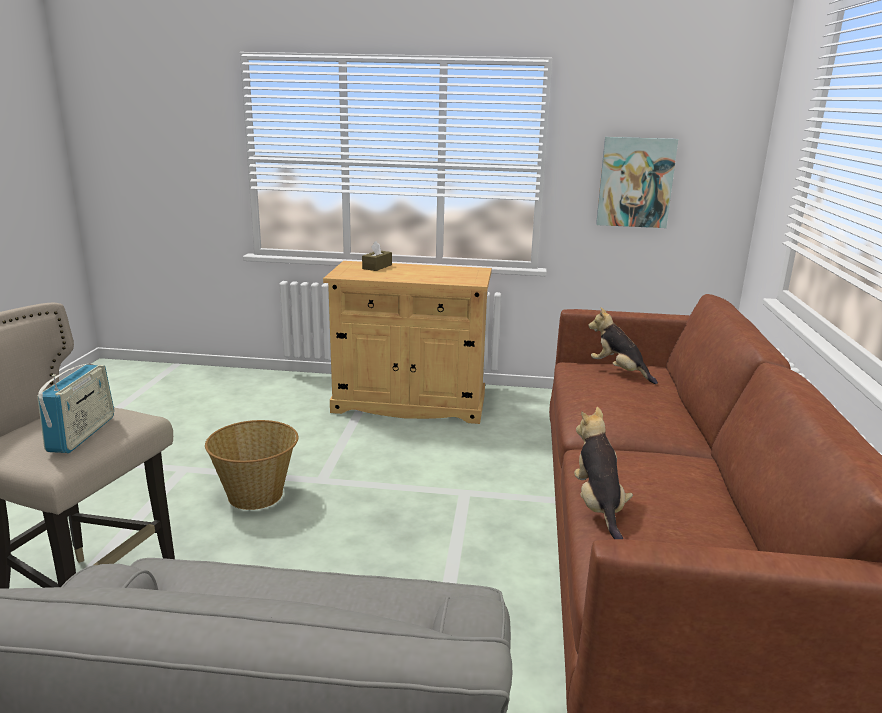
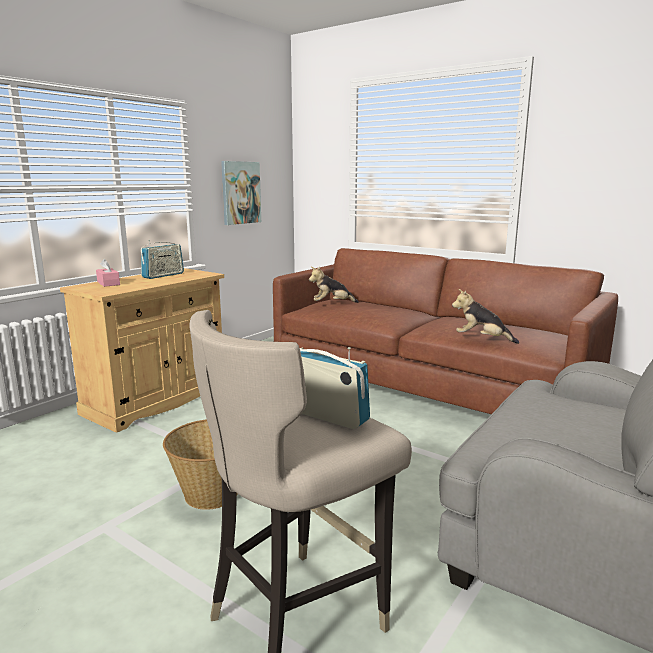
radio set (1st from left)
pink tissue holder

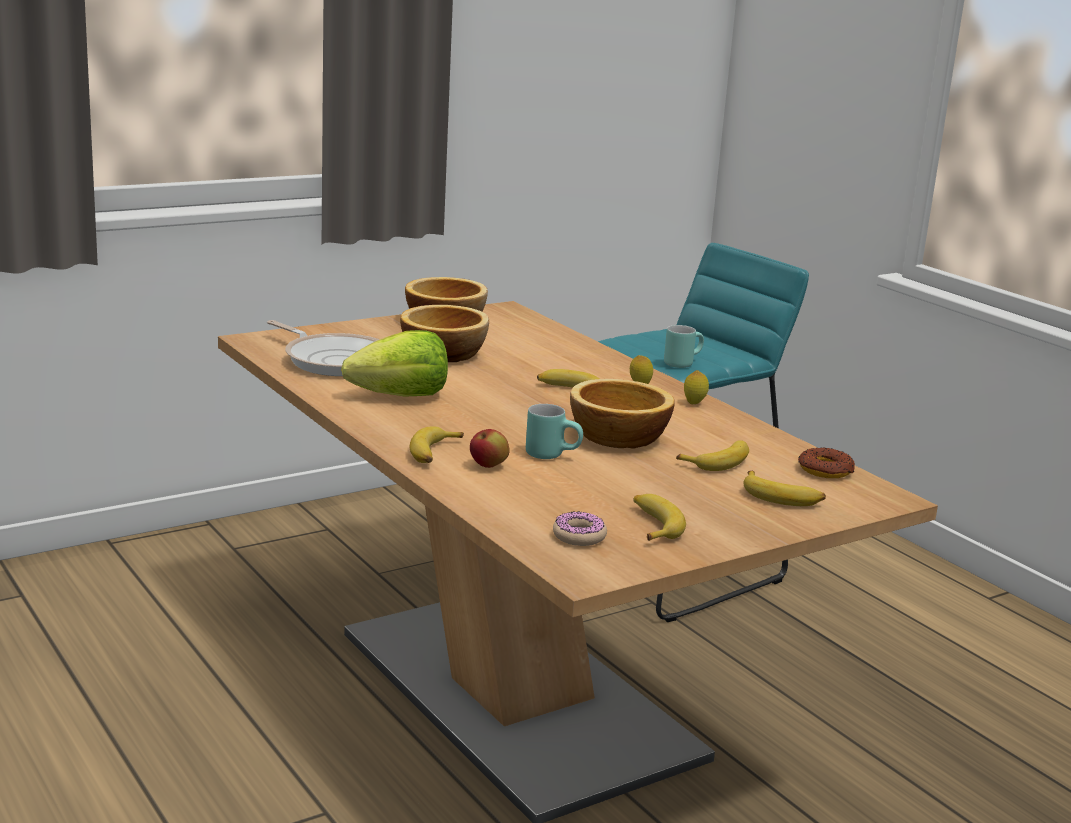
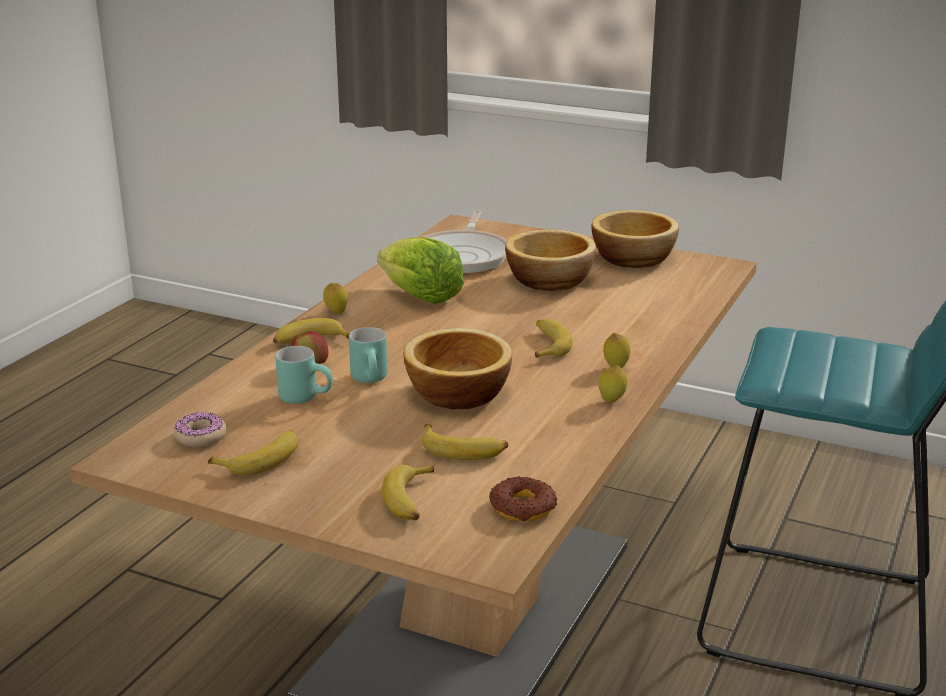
lemon (1st from left)
blue-green mug (1st from left)

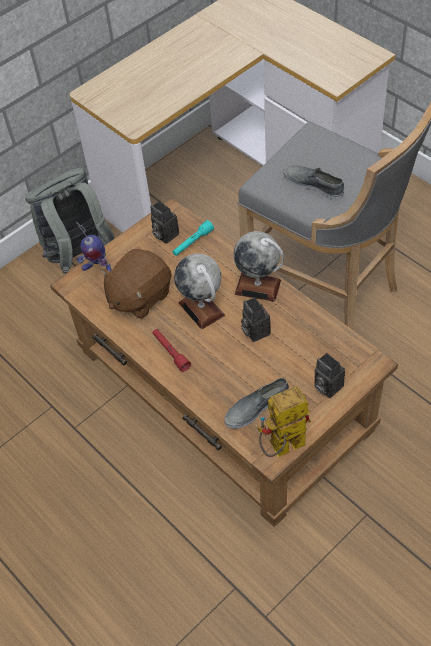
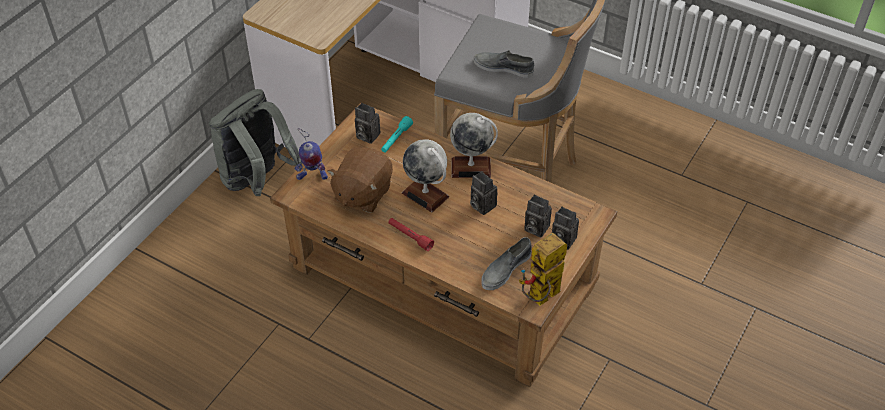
still camera (3rd from left)

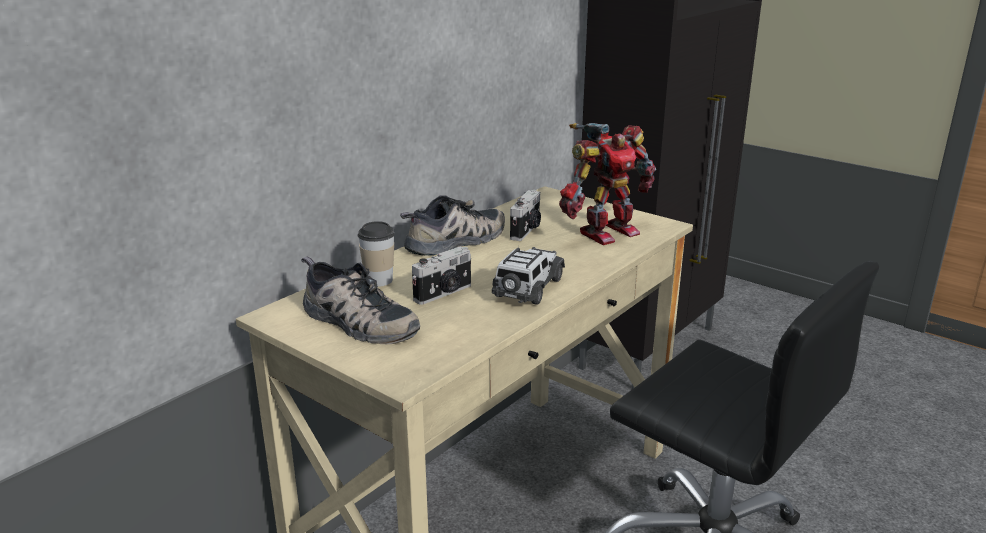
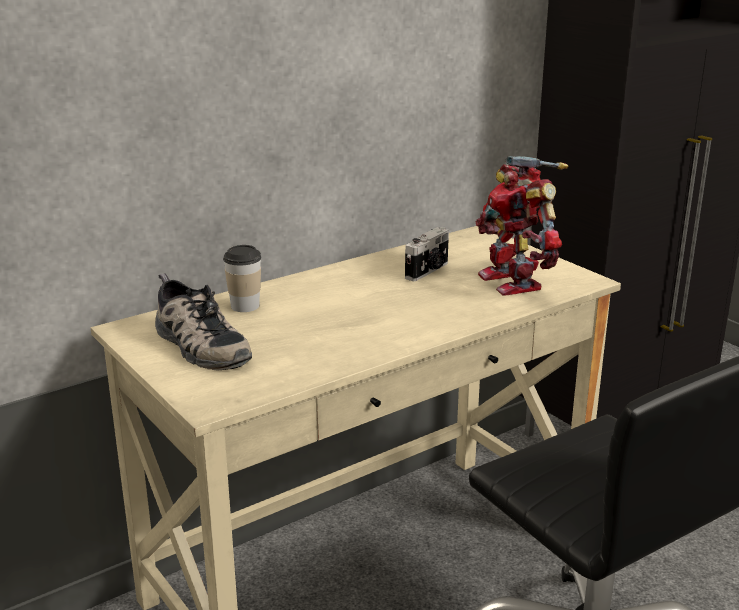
low shoe (2nd from left in the first image)
still camera (1st from left in the first image)
miniature car
model robot

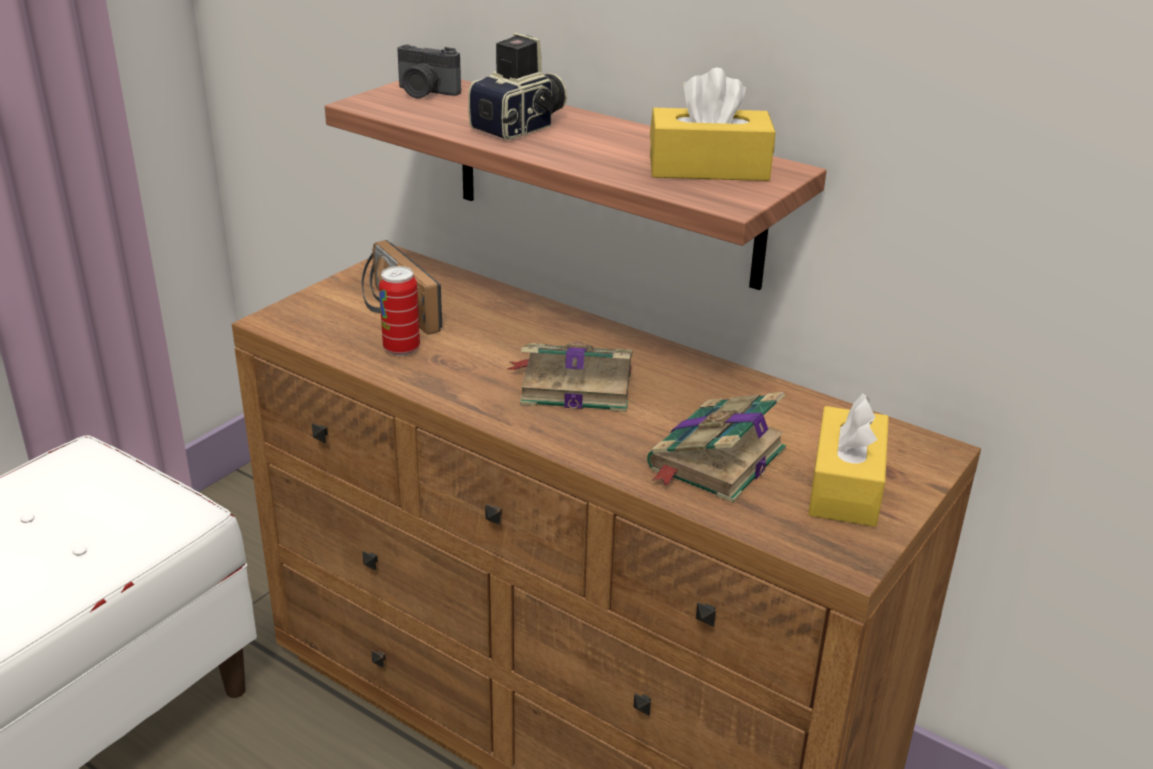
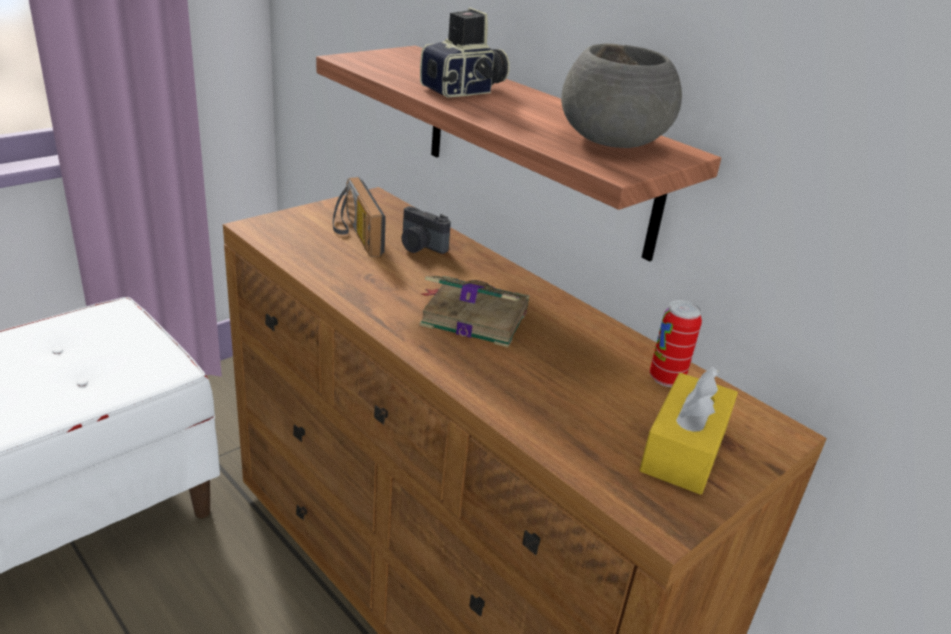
volume (2nd from left in the first image)
can
still camera (1st from left)
greyish bowl

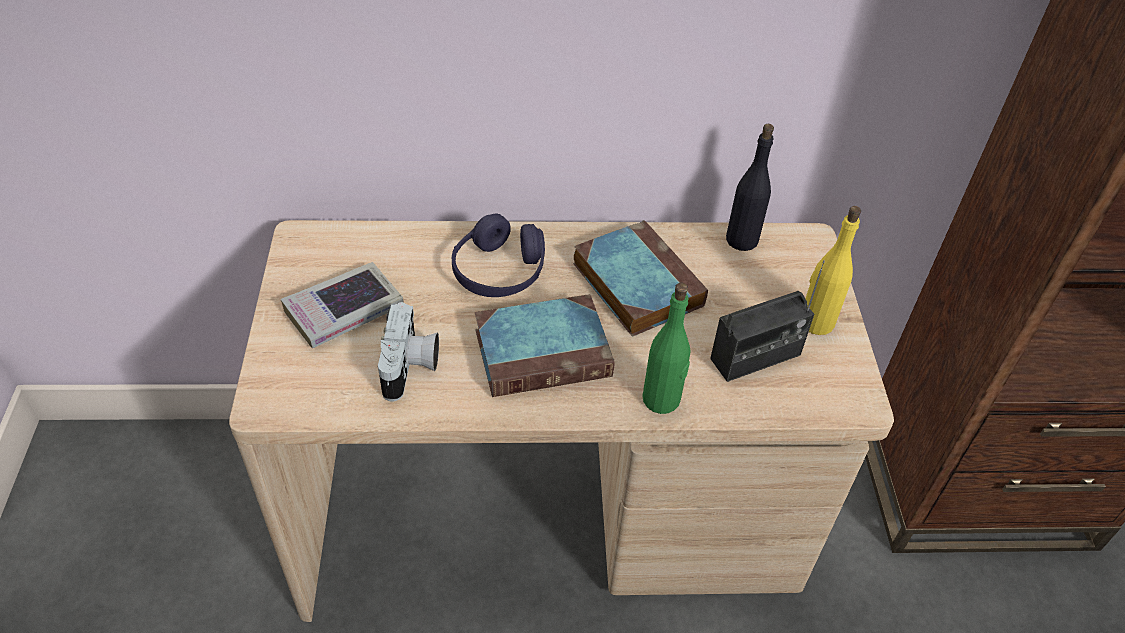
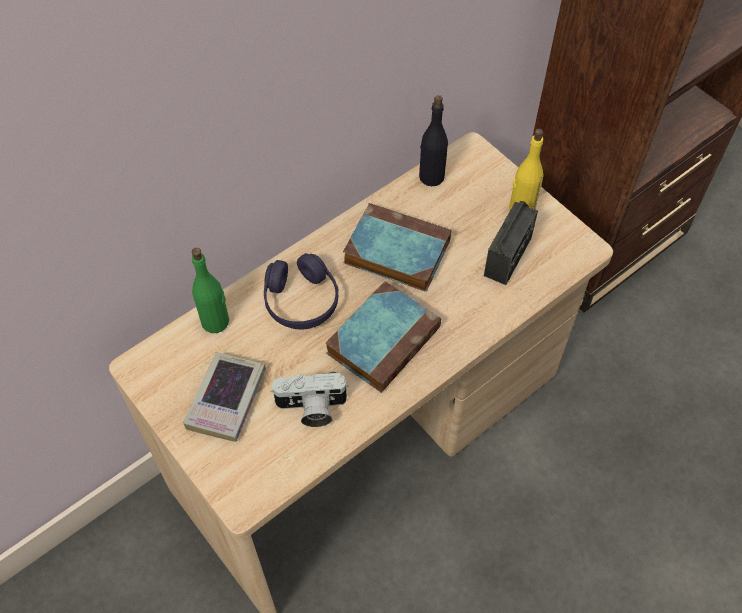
green beverage bottle
still camera

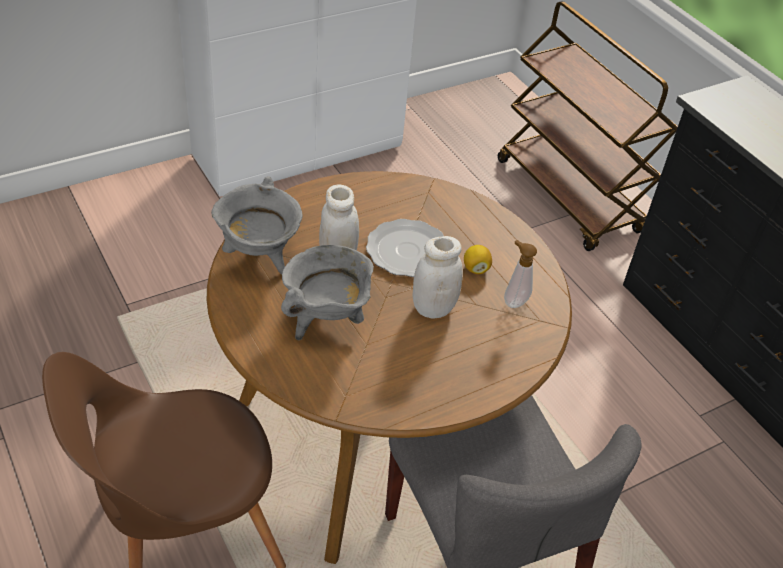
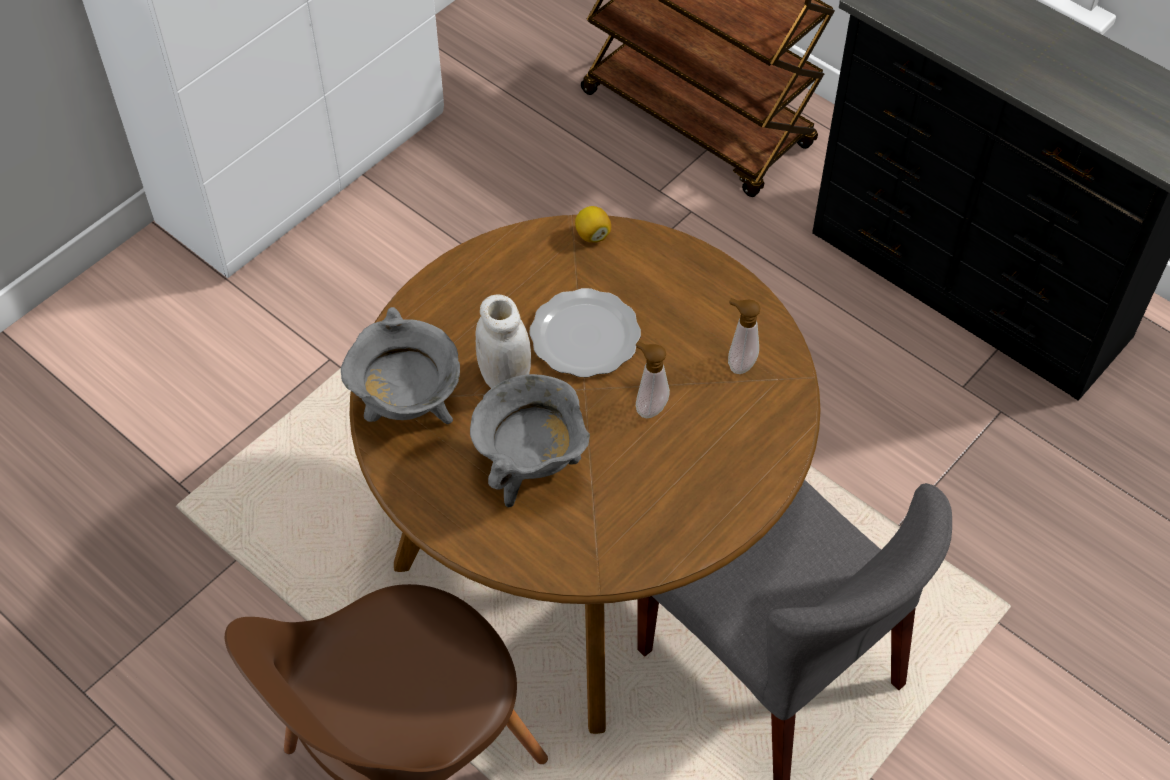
lemon
soap bottle (1st from left)

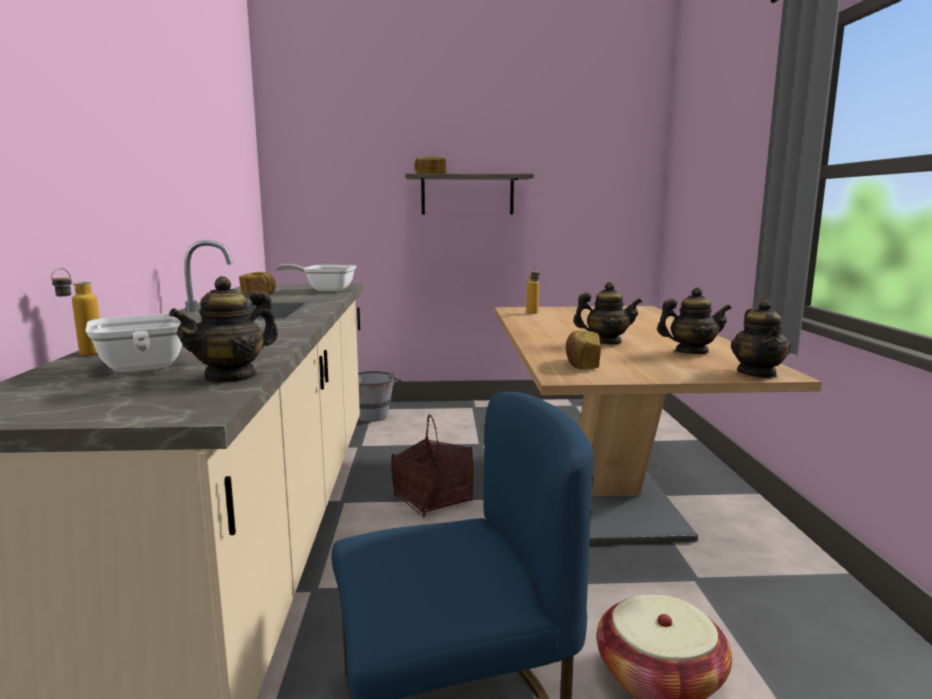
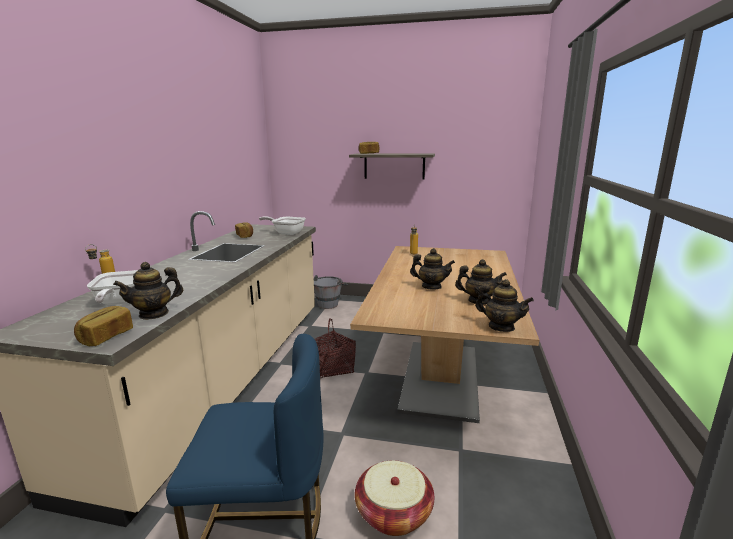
bread (1st from left)
teapot (4th from left)

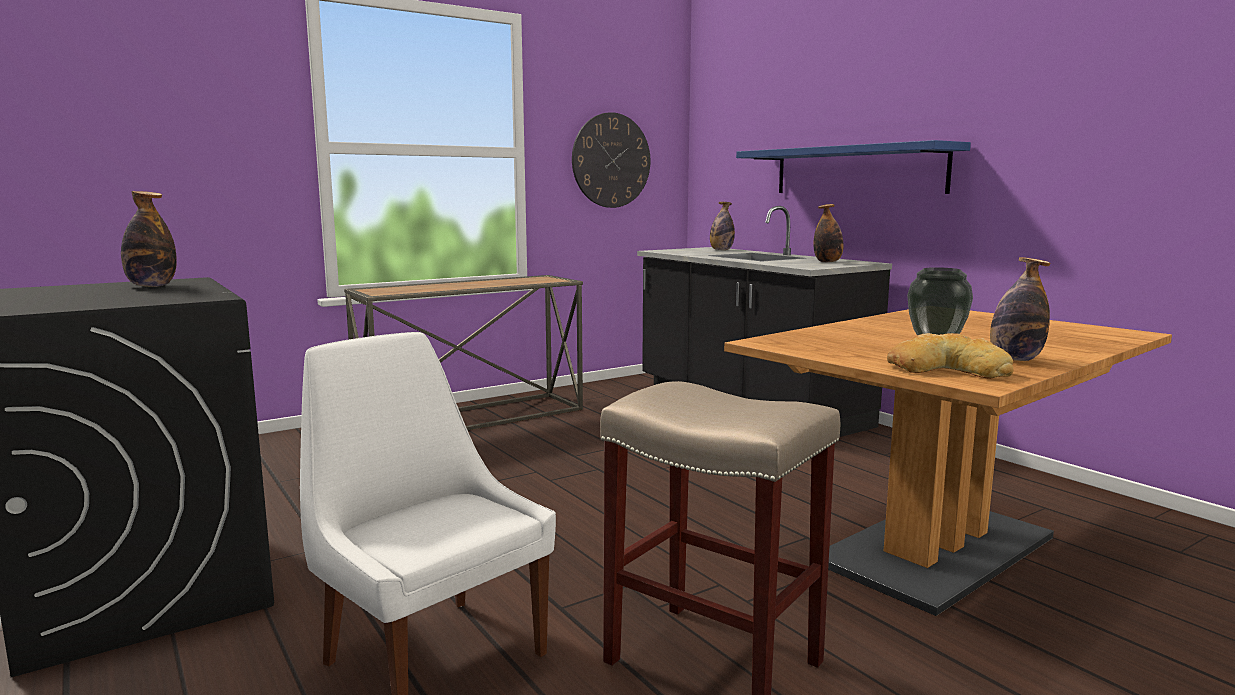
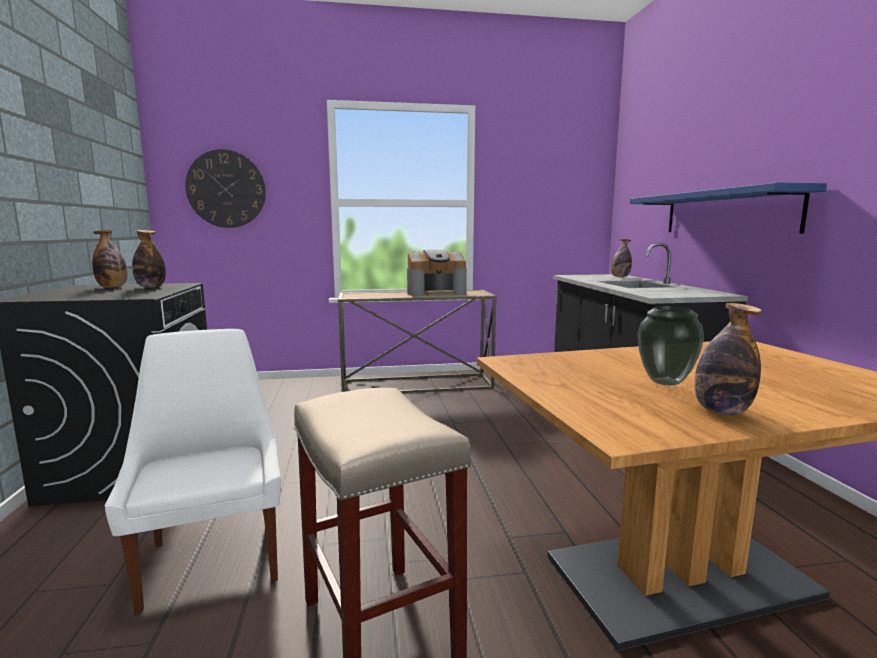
bread
coffee brewer
wall clock
beverage bottle (1st from left)

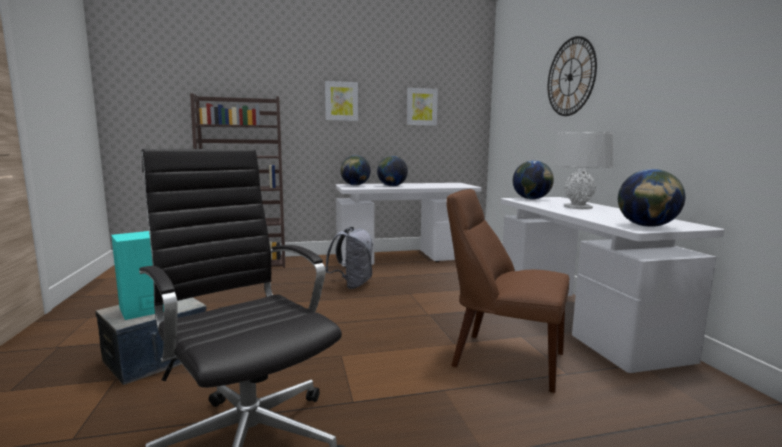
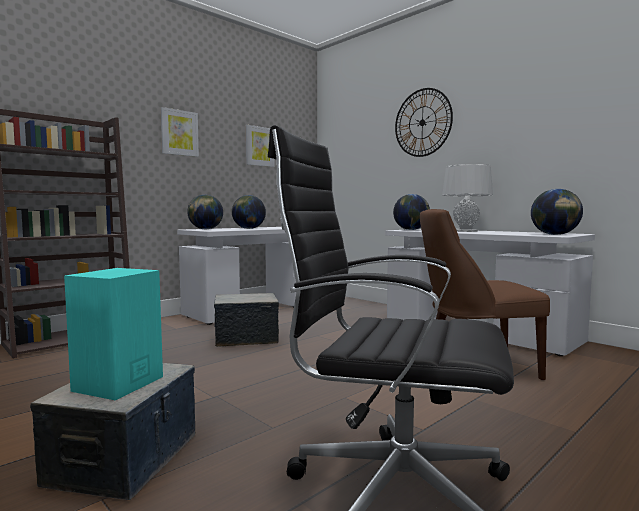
storage container (2nd from left)

